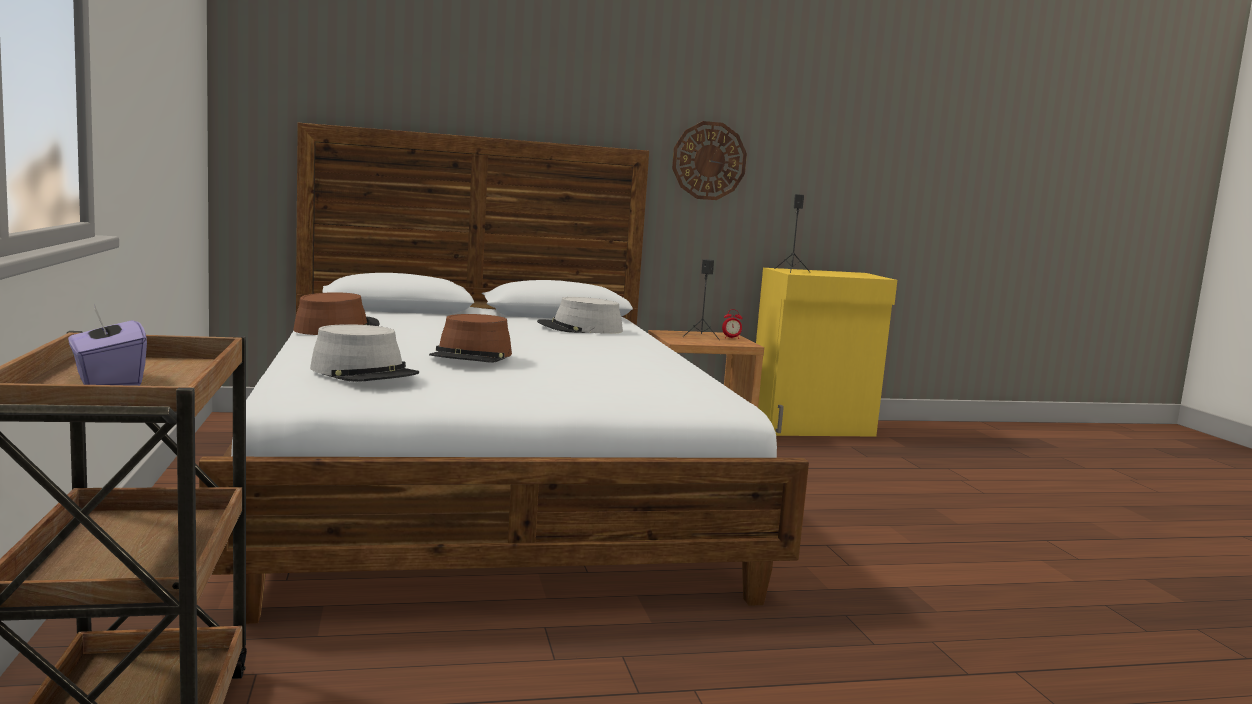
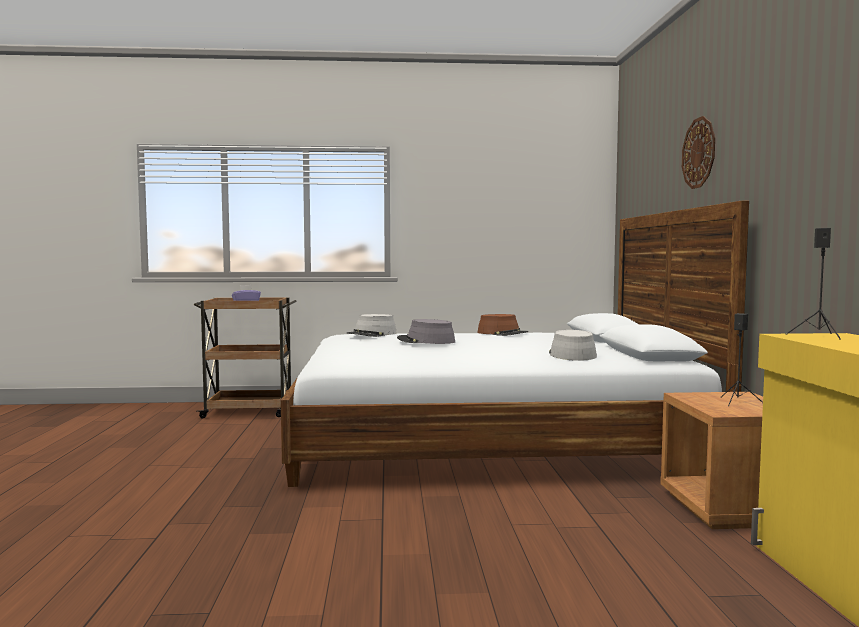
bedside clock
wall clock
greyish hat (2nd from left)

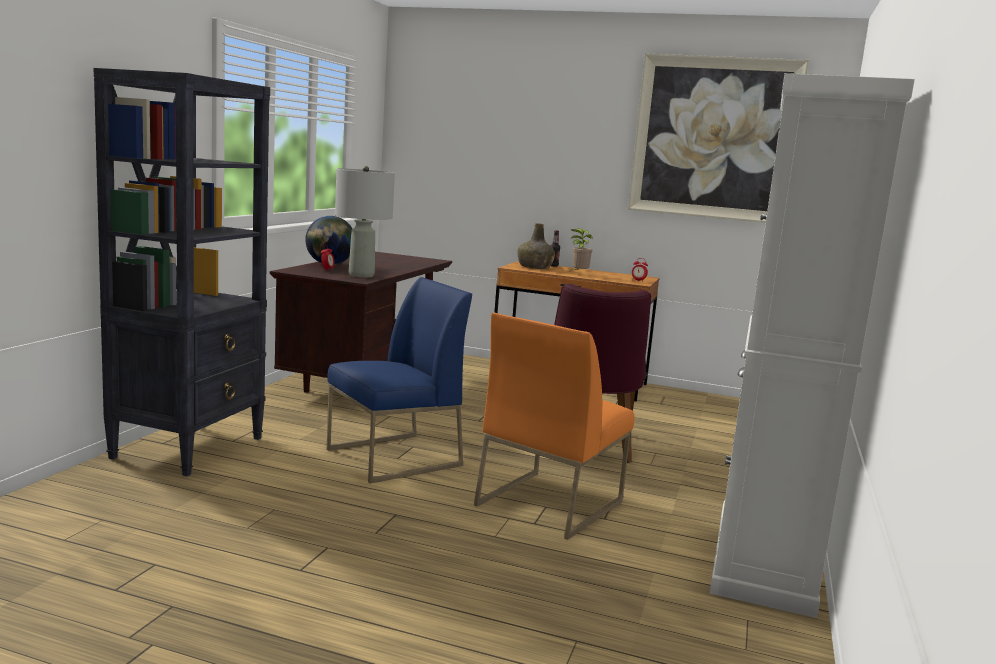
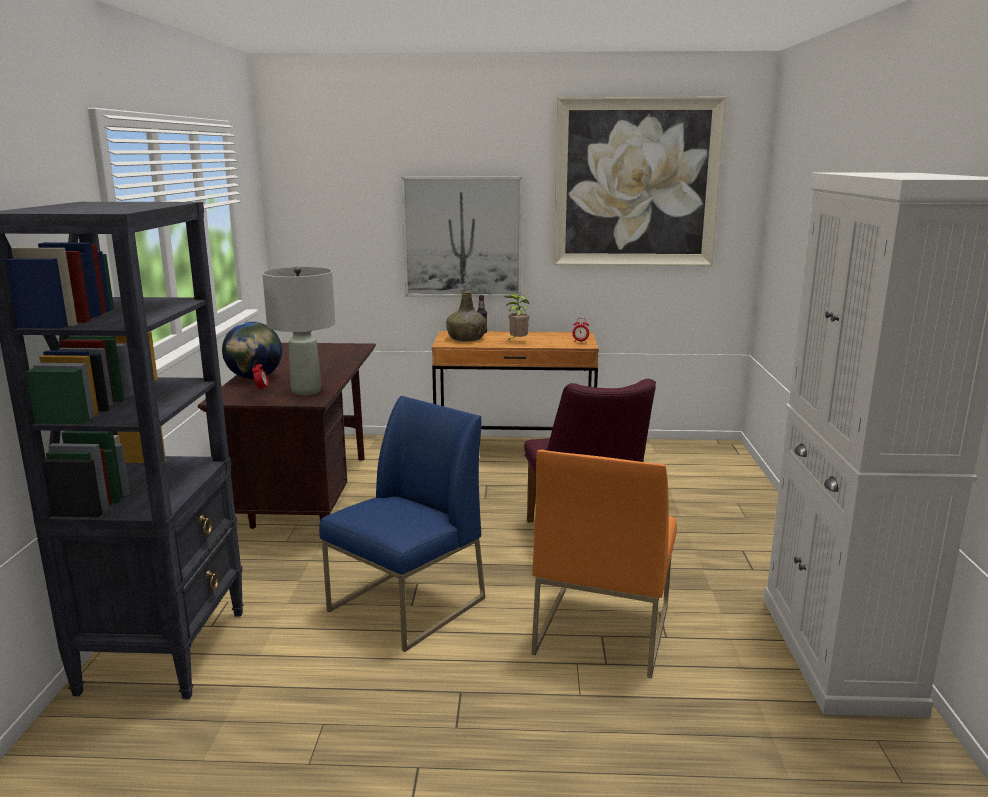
picture (1st from left)

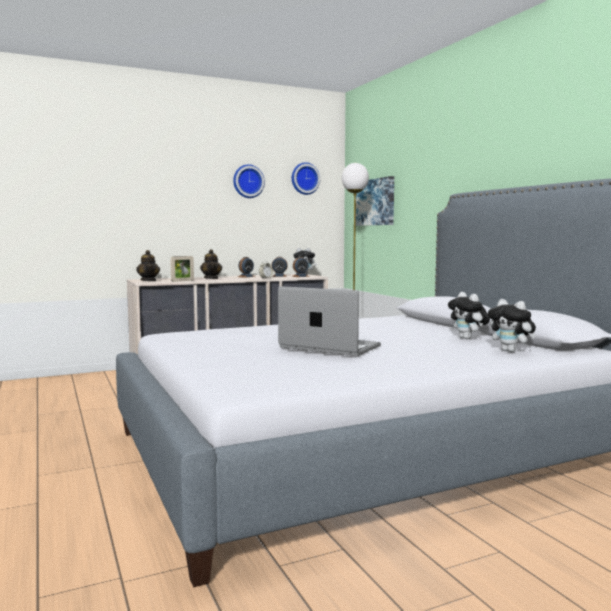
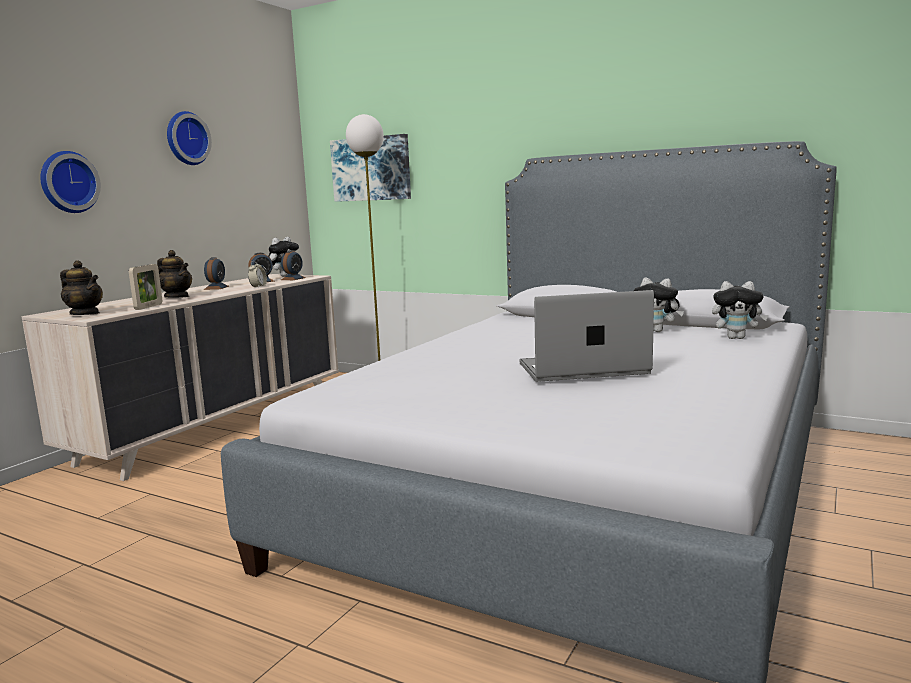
wall clock (1st from left)

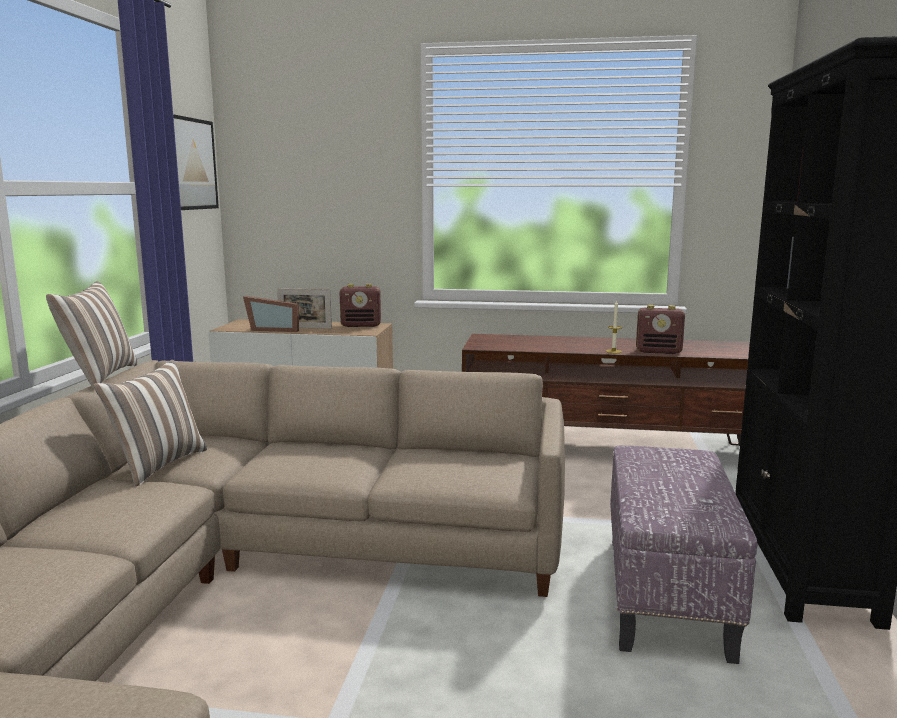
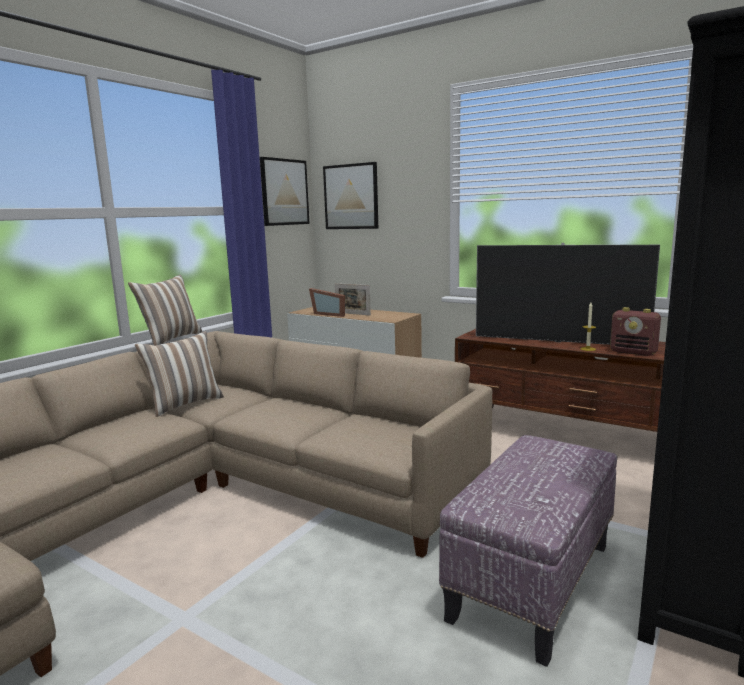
radio set (1st from left in the first image)
picture (2nd from left)
TV

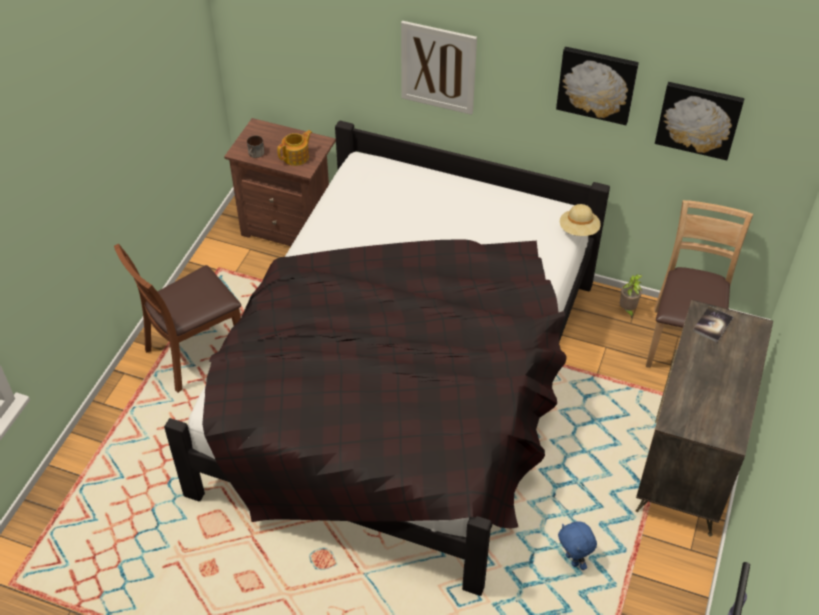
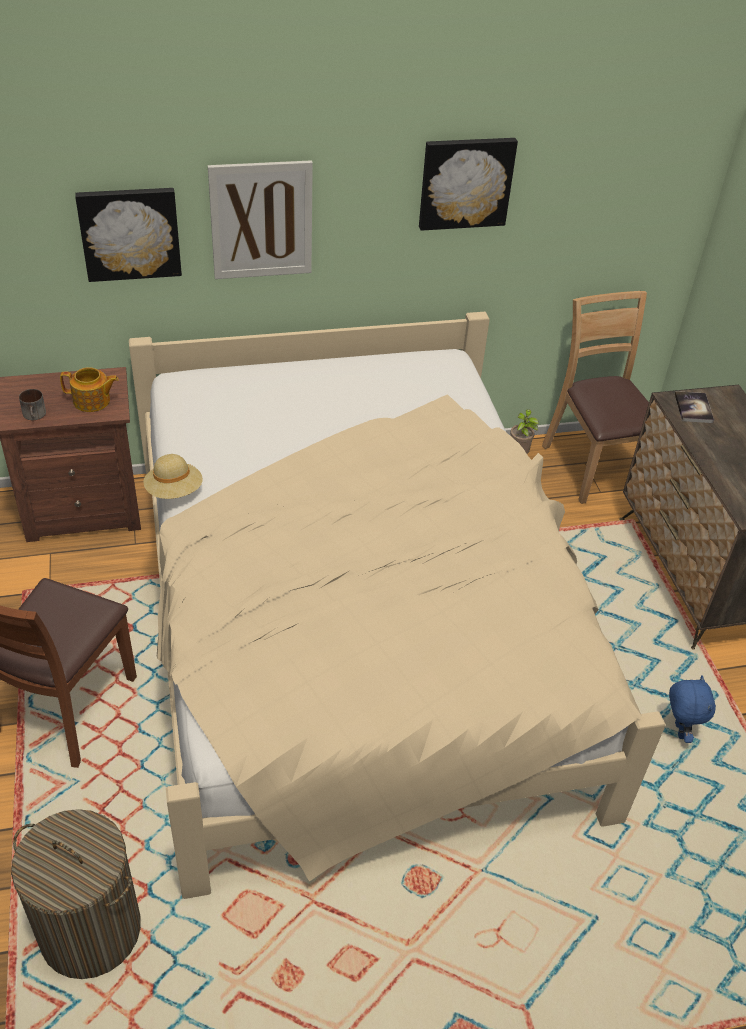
washing basket
sand-coloured hat
picture (1st from left)
sand-coloured bed
teapot
blue soft toy

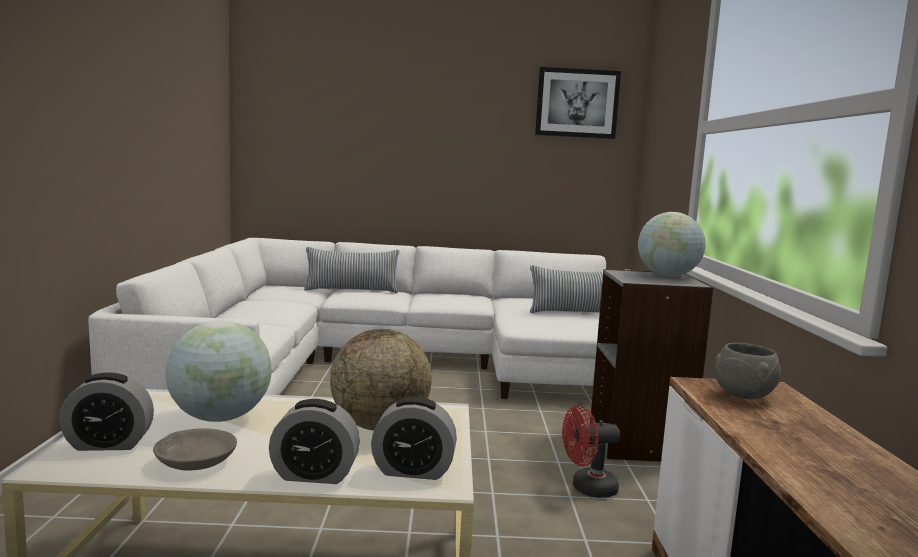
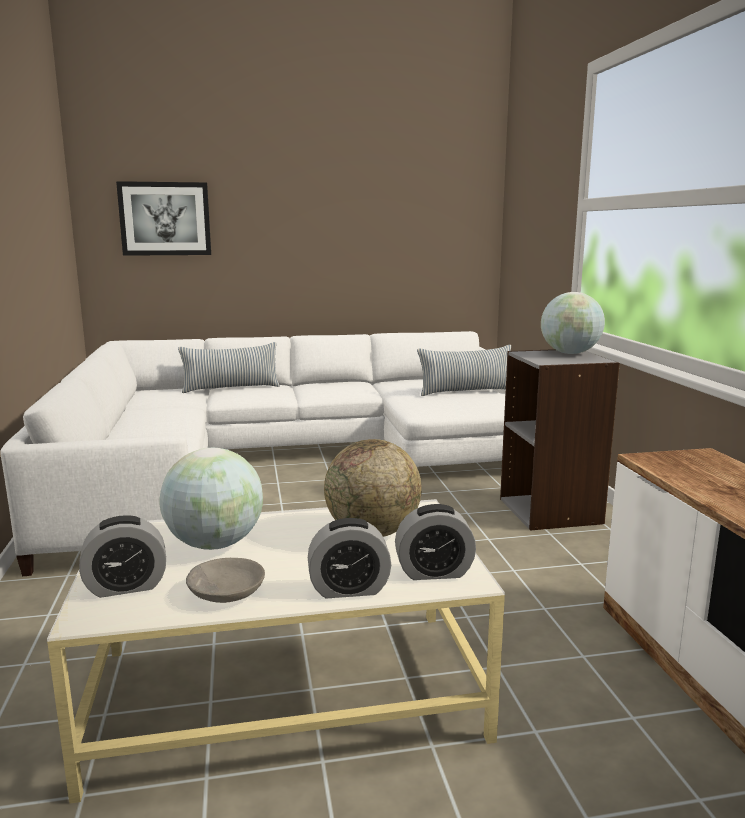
reddish fan
greyish bowl (2nd from left in the first image)
picture

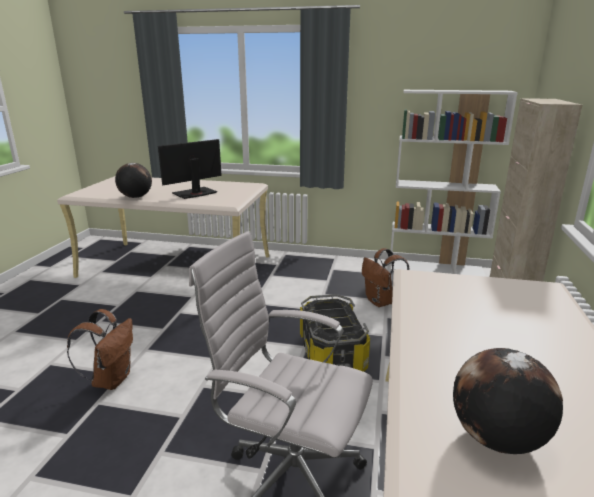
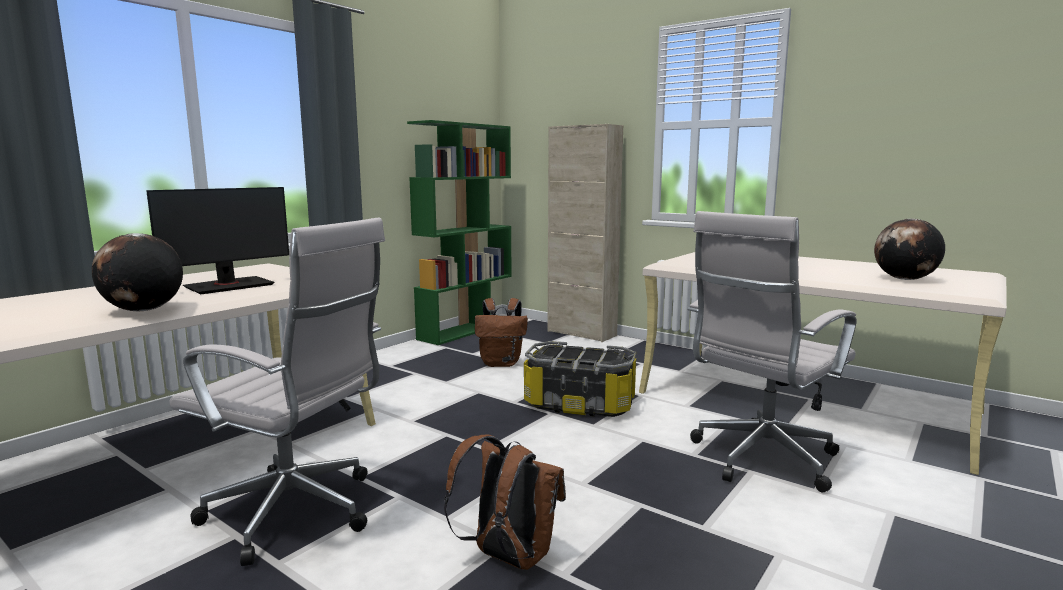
whitish computer chair (1st from left)
green shelving unit
monitor

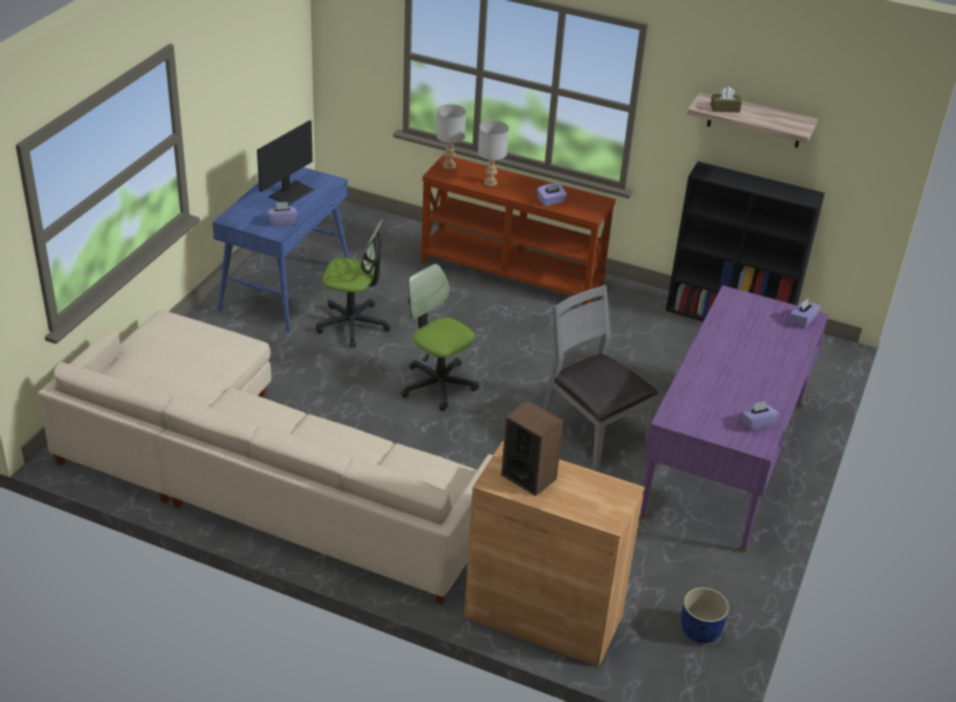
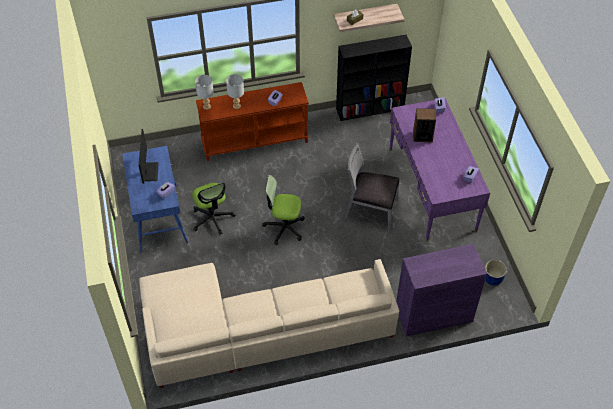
speaker
purple-coloured storage cabinet
computer chair (1st from left)

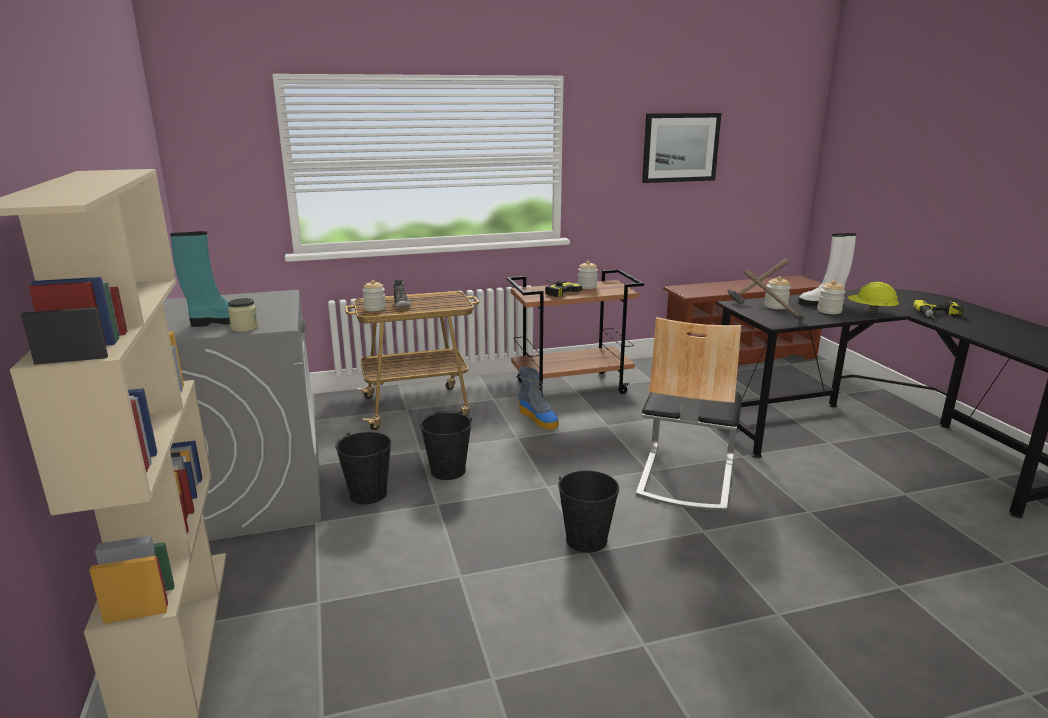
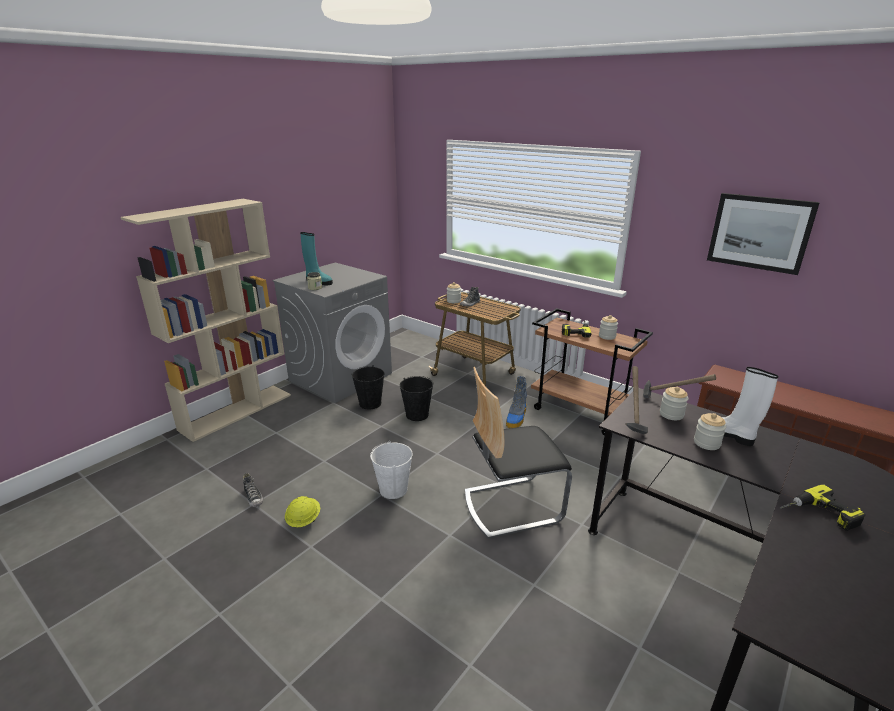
low shoe (1st from left)
yellowish safety helmet
whitish bucket

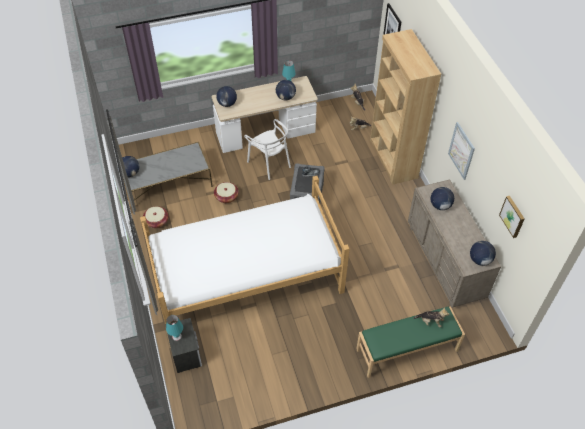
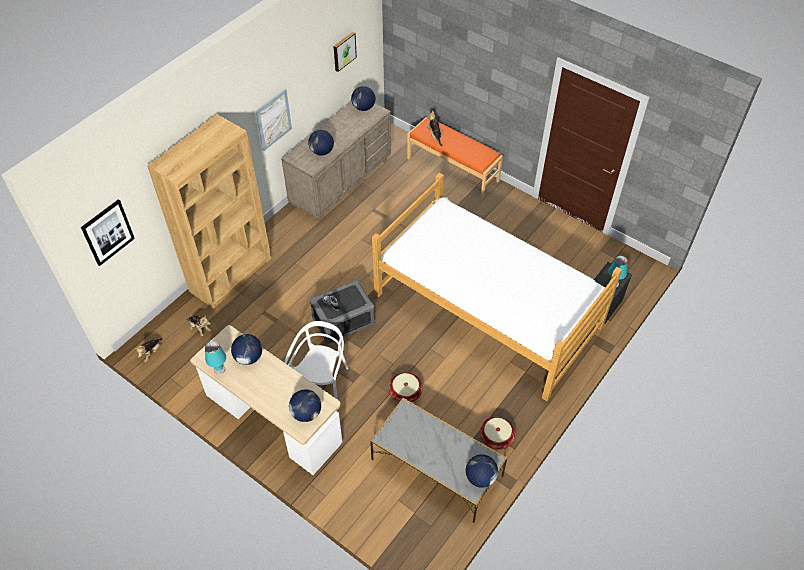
orange-coloured long seat

